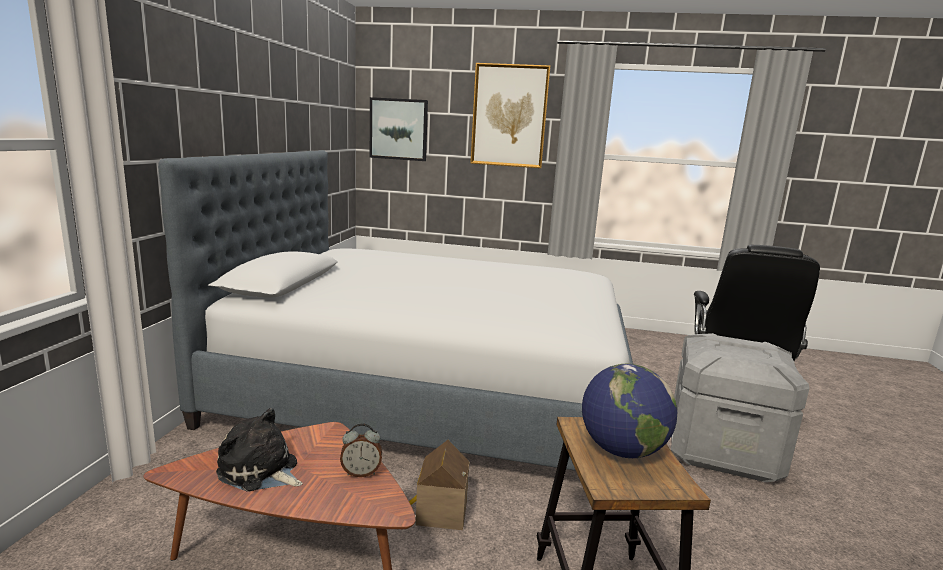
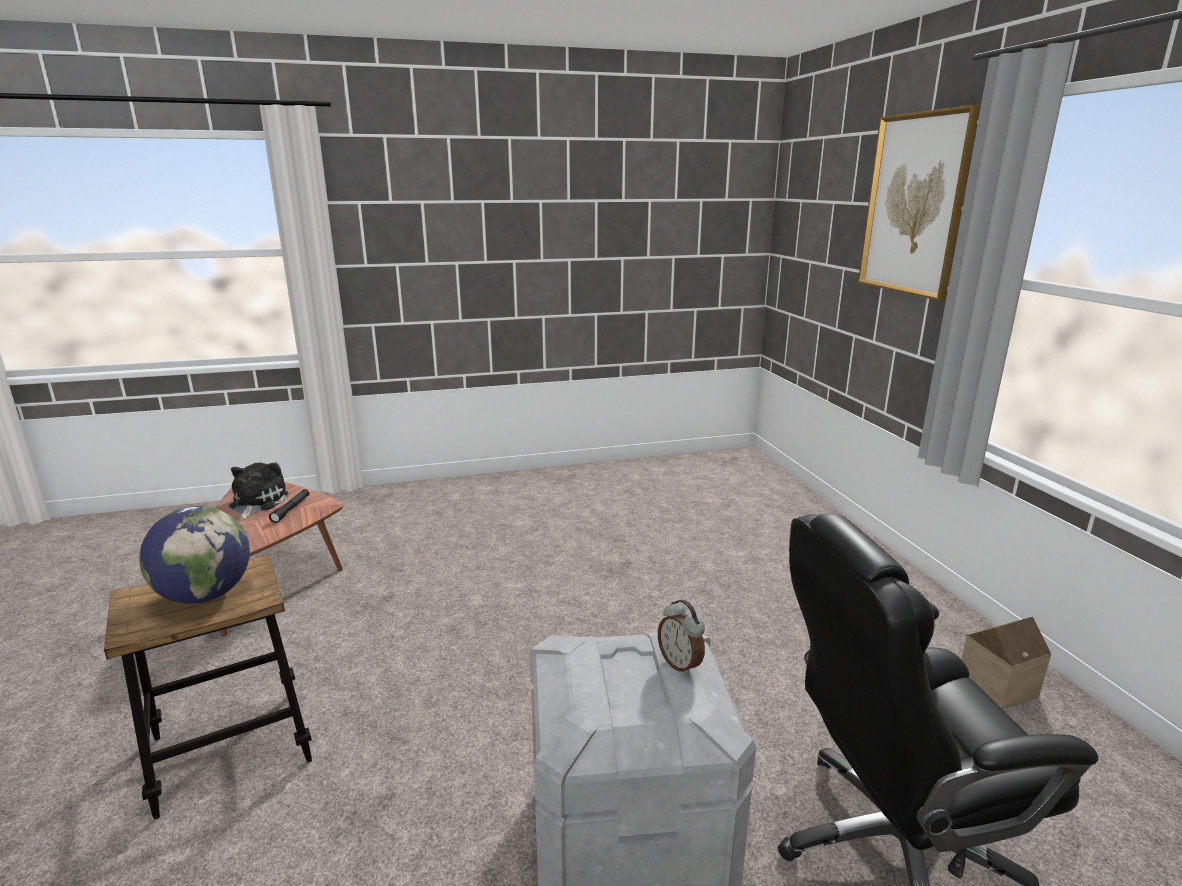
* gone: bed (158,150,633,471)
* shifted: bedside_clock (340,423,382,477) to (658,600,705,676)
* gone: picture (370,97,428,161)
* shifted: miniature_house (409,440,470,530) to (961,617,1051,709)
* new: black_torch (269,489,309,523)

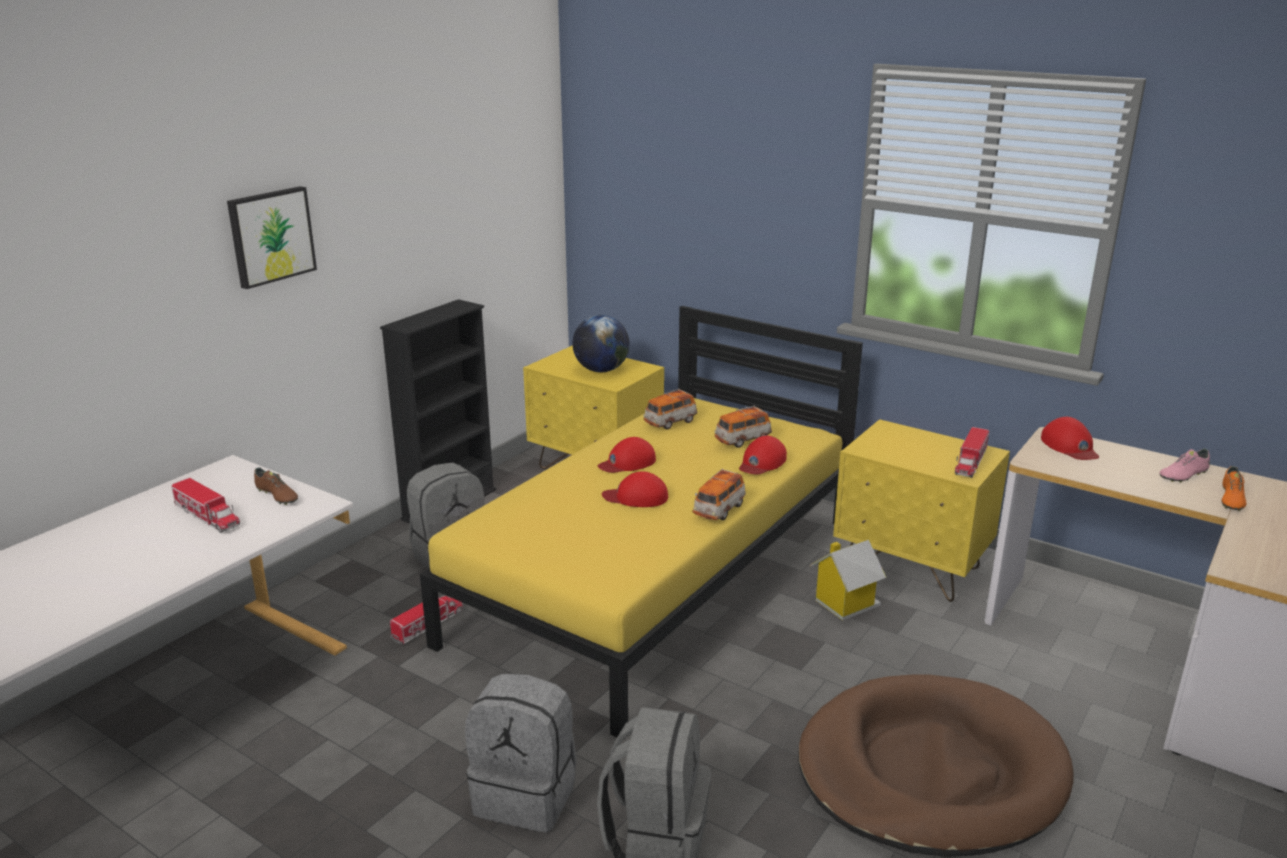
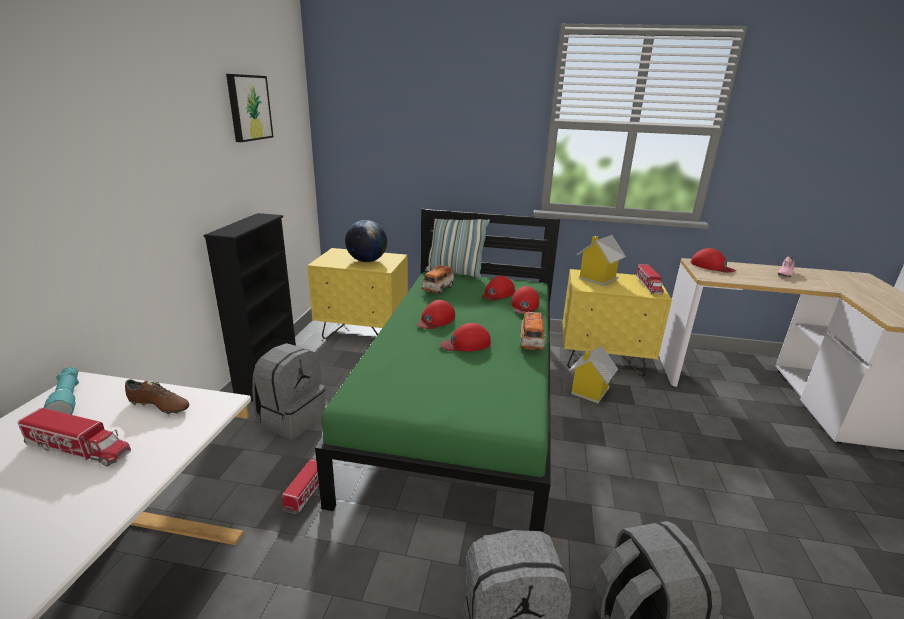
* shifted: picture (227,186,317,289) to (226,74,273,142)
* repainted: yellow_bed (420,306,863,740) to green_bed (315,209,560,532)
* swapped: miniature_car (714,406,772,448) to reddish_peaked_cap (482,276,515,300)
* gone: brown-coloured_dog_bed (798,675,1073,857)
* gone: orange-coloured_shoe (1222,466,1247,511)
* new: blue-green_torch (44,367,79,415)
* new: cushion (425,219,490,278)
* new: miniature_house (577,235,626,286)

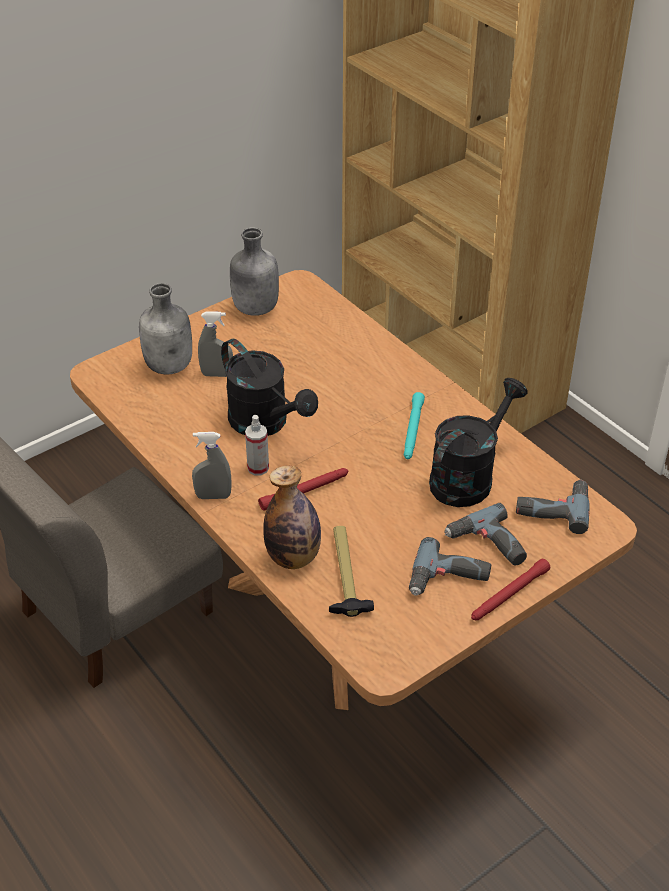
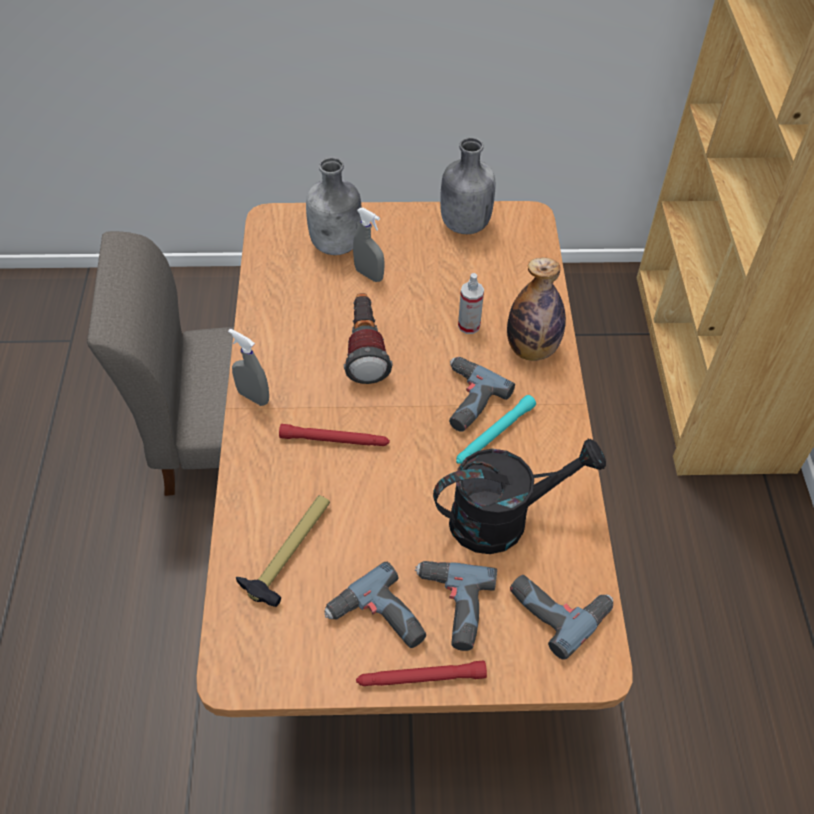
* swapped: black_sprinkling_can (221,339,318,436) to torch (344,293,393,384)
* shifted: spray_bottle (245,415,269,475) to (458,273,484,334)
* shifted: bottle (263,465,321,569) to (507,257,566,361)
* new: drill (449,357,515,432)

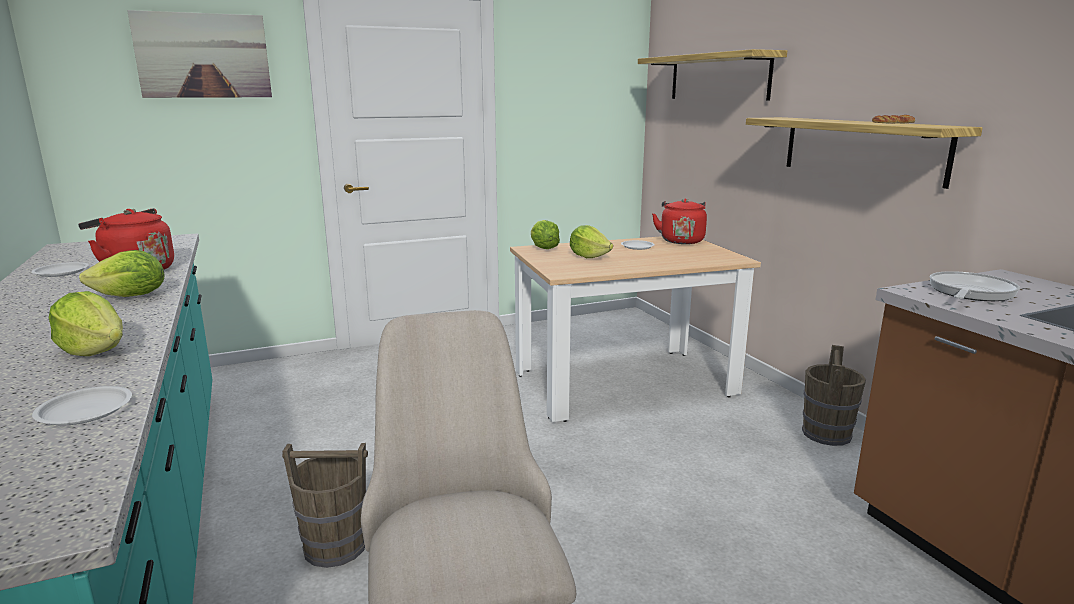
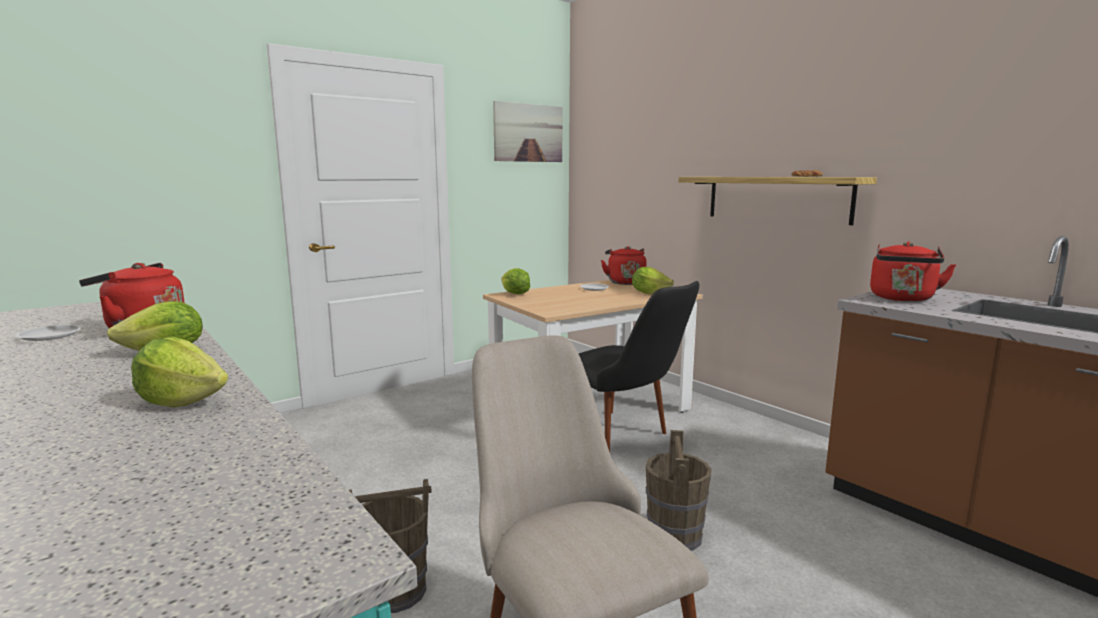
* gone: whitish_flat_dish (32,386,132,425)
* shifted: picture (127,10,272,98) to (493,101,563,162)
* shifted: lettuce (570,225,613,258) to (632,267,674,295)
* gone: bracket_shelf (638,49,787,100)
* shifted: brown-coloured_pail (802,345,866,446) to (646,430,712,551)
* swapped: skillet (930,271,1020,301) to reddish_kettle (870,241,956,302)
* new: black_upright_chair (578,281,699,452)

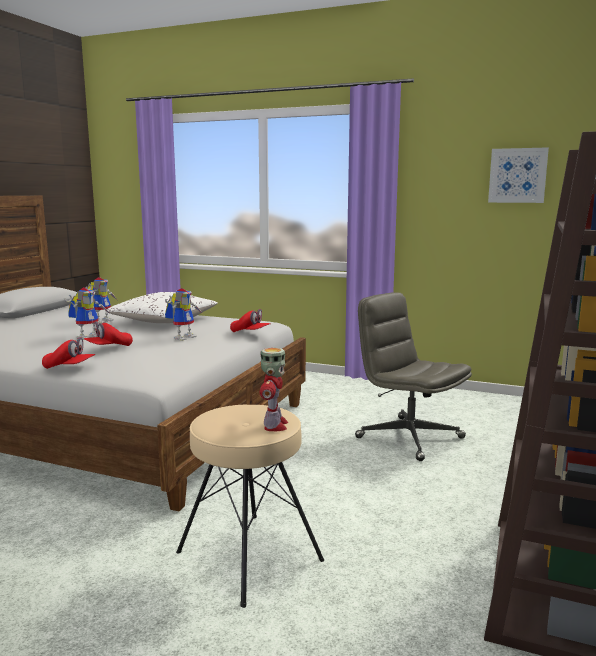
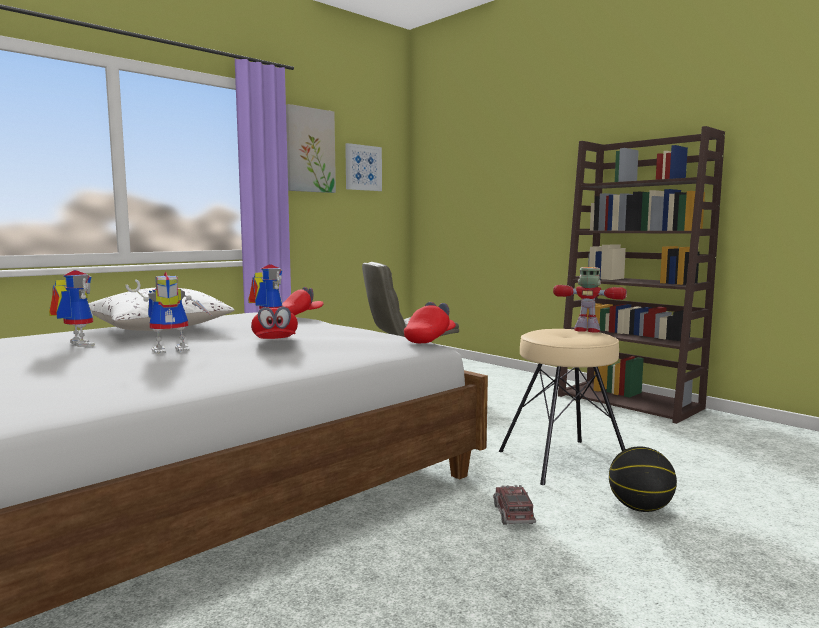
* shifted: reddish_peaked_cap (42,337,95,369) to (404,302,456,343)
* rotated: toy_robot (64,287,108,340) = (125,271,214,354) 90 degrees clockwise
* new: picture (286,104,336,193)
* new: toy_truck (493,485,536,525)
* new: basketball (609,446,677,512)

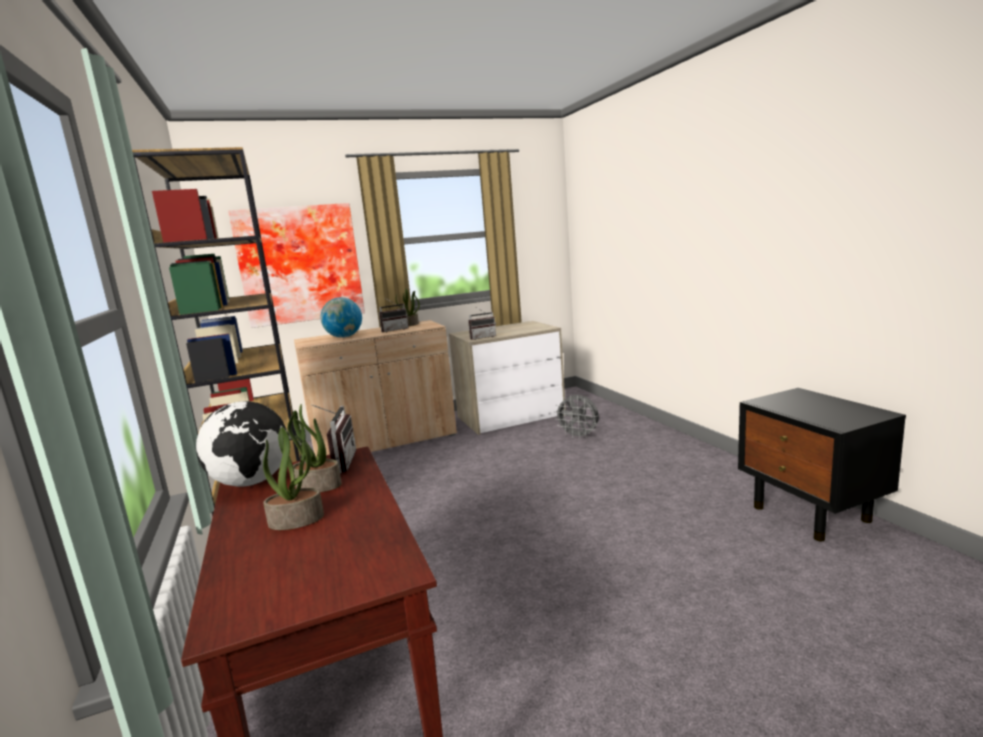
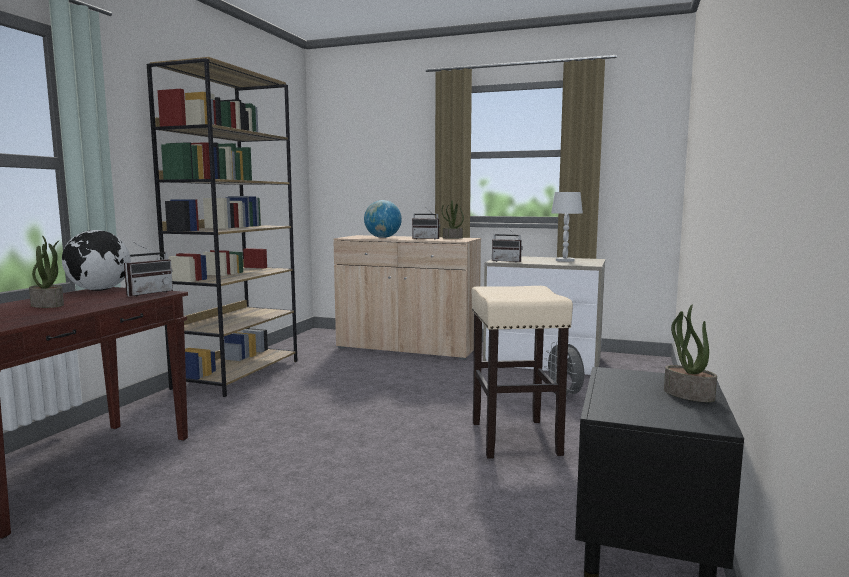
* gone: picture (228,203,365,328)
* shifted: potted_plant (287,404,341,492) to (664,304,717,402)
* new: sand-coloured_sitting_stool (472,286,573,458)
* new: whitish_table_lamp (551,192,583,262)

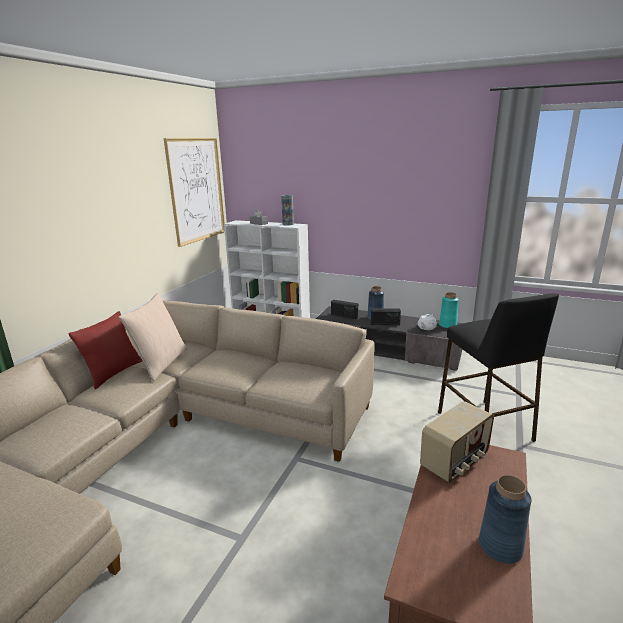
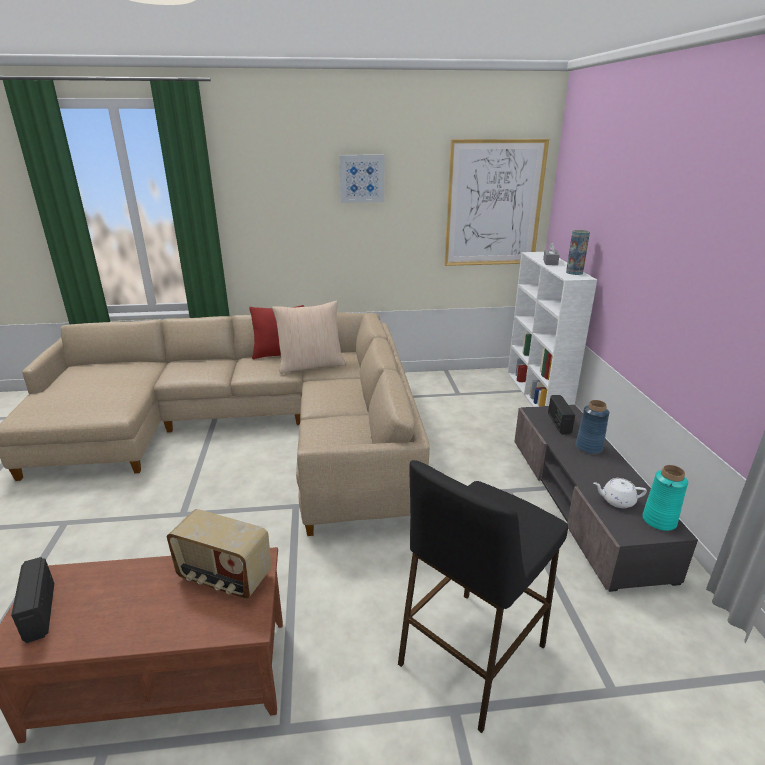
* shifted: radio (371,308,401,325) to (11,557,54,643)
* gone: bluish_vase (479,475,531,564)
* new: picture (339,155,384,203)

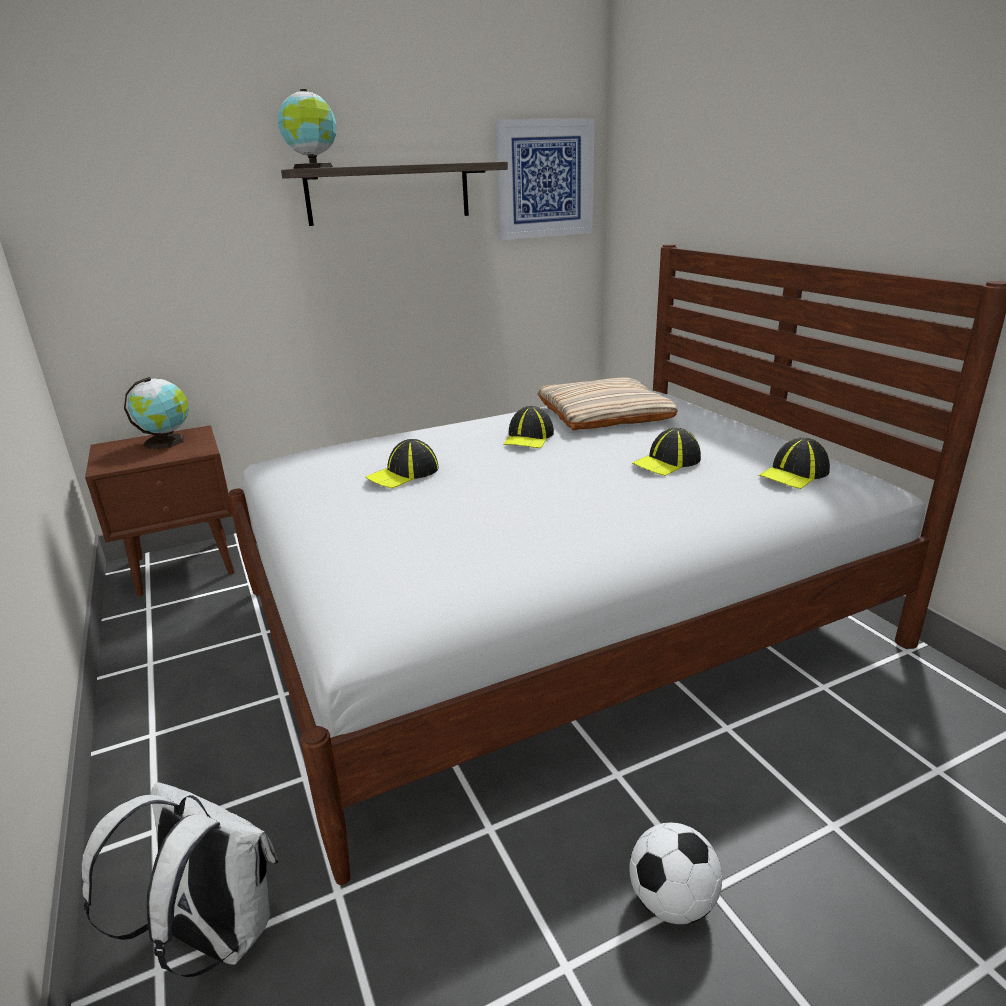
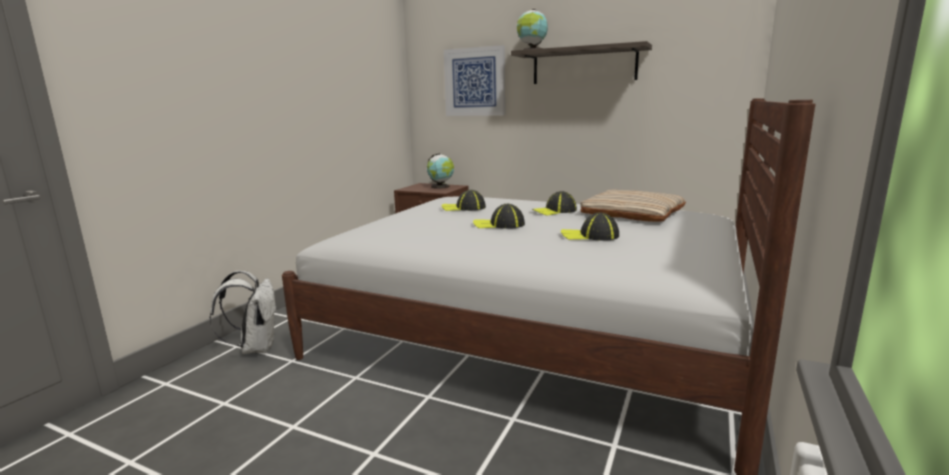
* shifted: picture (495,118,595,240) to (444,45,505,116)
* gone: football (629,823,722,924)
* shifted: peaked_cap (759,437,830,489) to (473,204,525,229)

